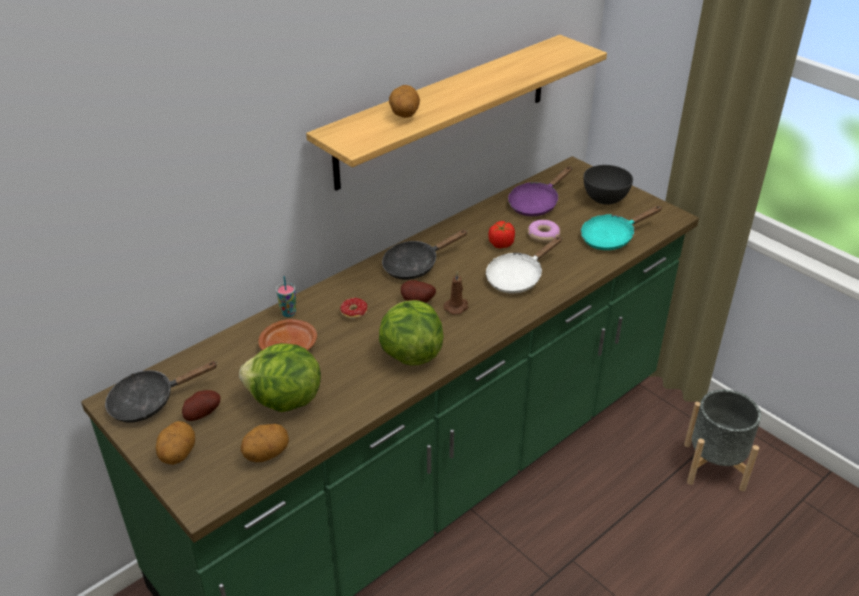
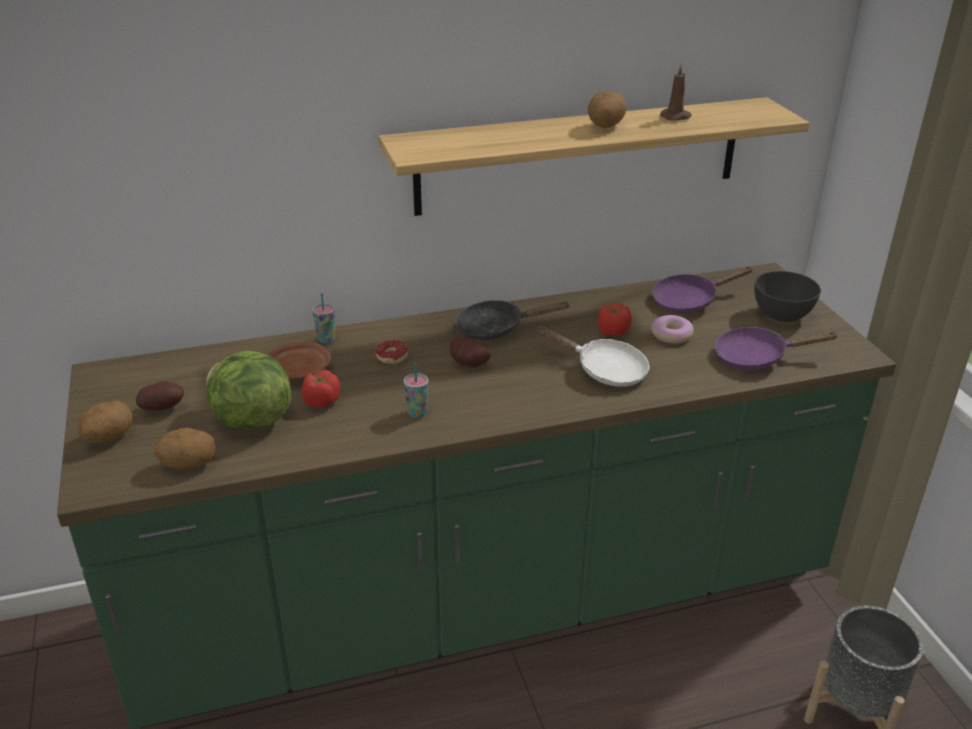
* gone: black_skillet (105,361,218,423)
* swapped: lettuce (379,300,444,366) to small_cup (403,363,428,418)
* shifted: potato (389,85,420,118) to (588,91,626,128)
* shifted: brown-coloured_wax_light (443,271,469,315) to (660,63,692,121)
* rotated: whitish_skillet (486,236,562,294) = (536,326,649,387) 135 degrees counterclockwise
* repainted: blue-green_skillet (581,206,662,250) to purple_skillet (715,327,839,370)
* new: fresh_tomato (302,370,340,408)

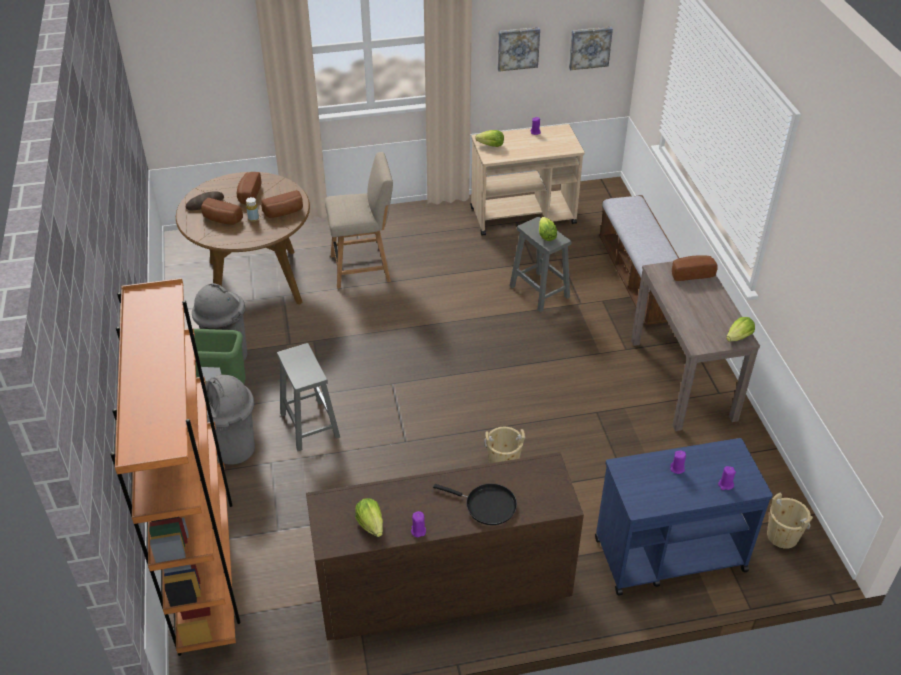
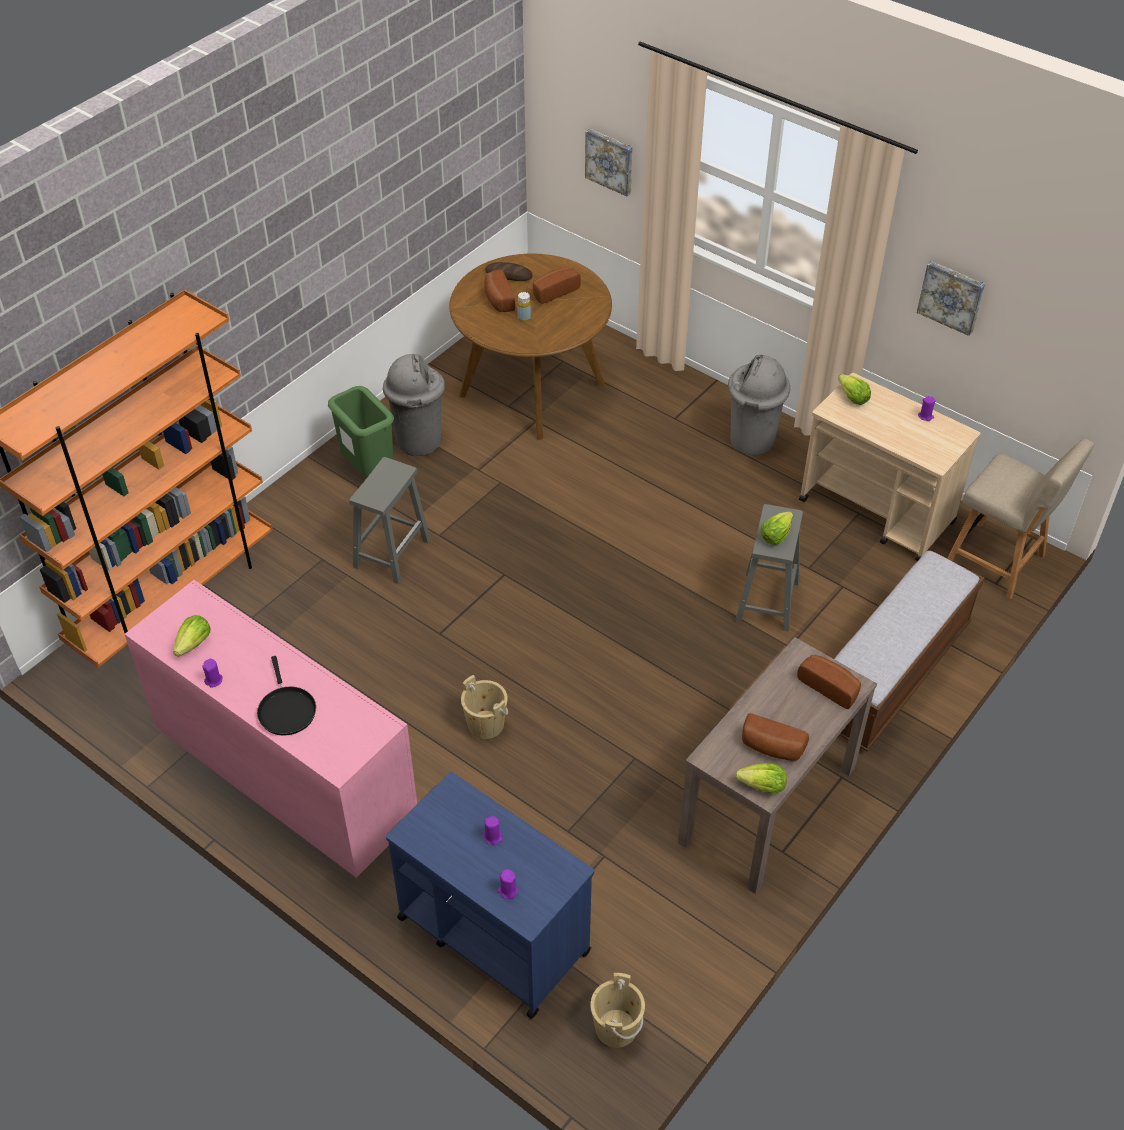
* shifted: grey_rubbish_bin (205,375,255,465) to (728,355,790,455)
* shifted: bread (261,190,303,218) to (742,713,809,761)
* repainted: brown-coloured_drawer_chest (306,452,584,641) to pink_drawer_chest (125,580,417,878)
* shifted: sand-coloured_upright_chair (325,152,393,289) to (947,439,1094,599)
* shifted: picture (569,27,613,70) to (585,129,633,196)

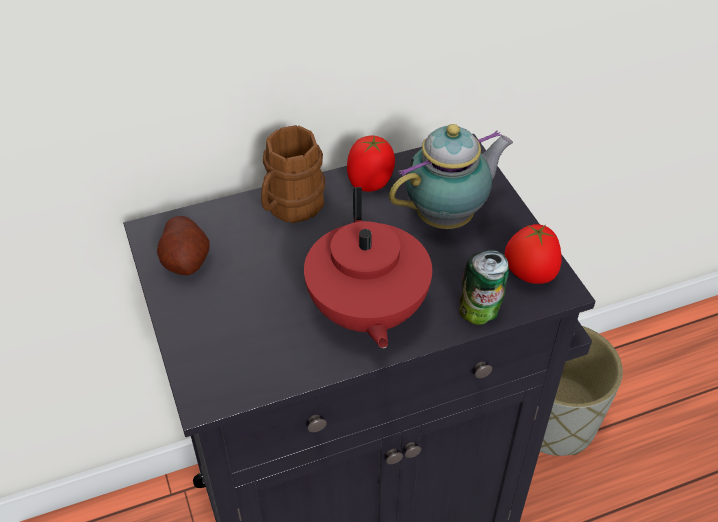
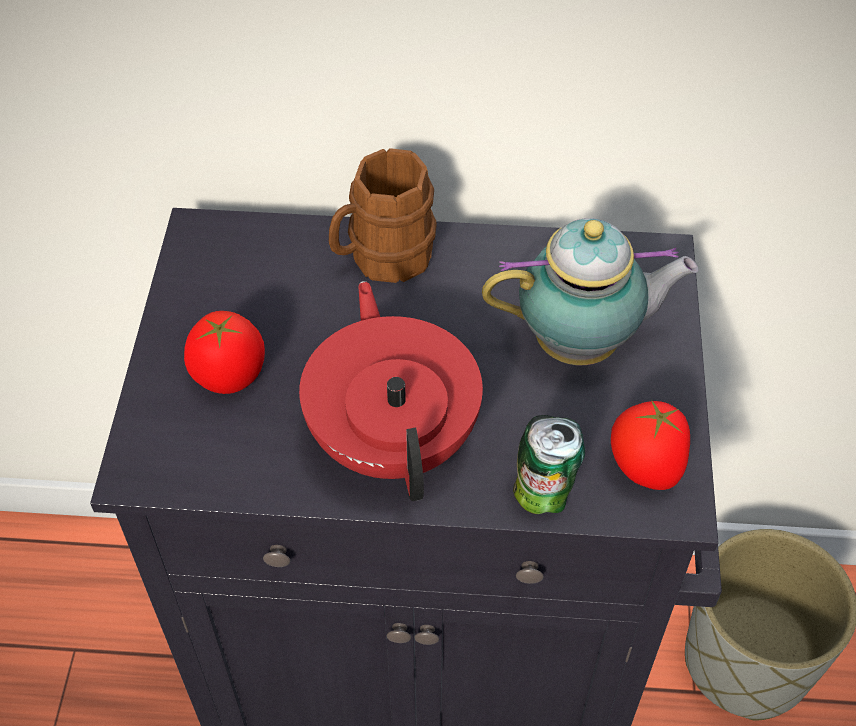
* gone: potato (157,216,210,275)
* rotated: reddish_teapot (304,187,432,348) = (299,281,483,501) 150 degrees clockwise
* shifted: fresh_tomato (347,136,395,192) to (184,311,265,394)

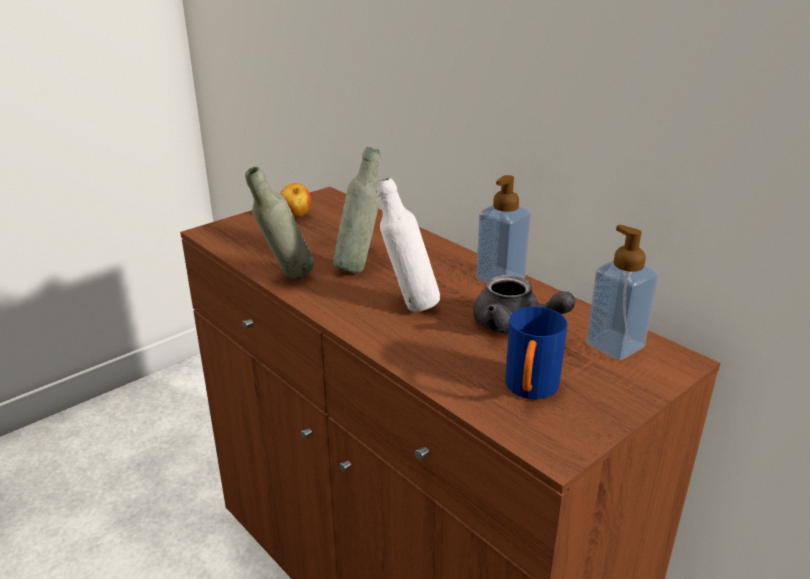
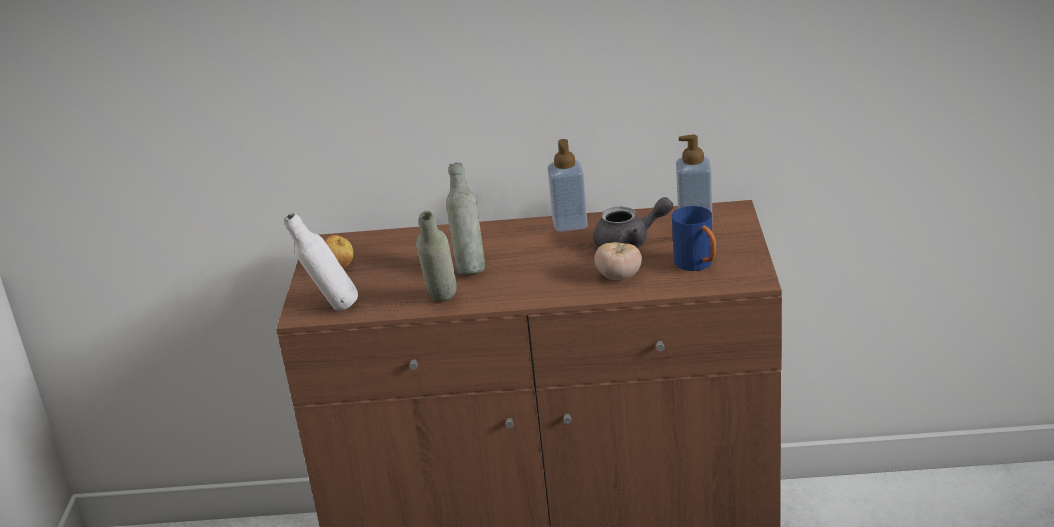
* shifted: whitish_bottle (376,178,440,312) to (284,213,358,311)
* new: fresh_tomato (594,242,642,280)

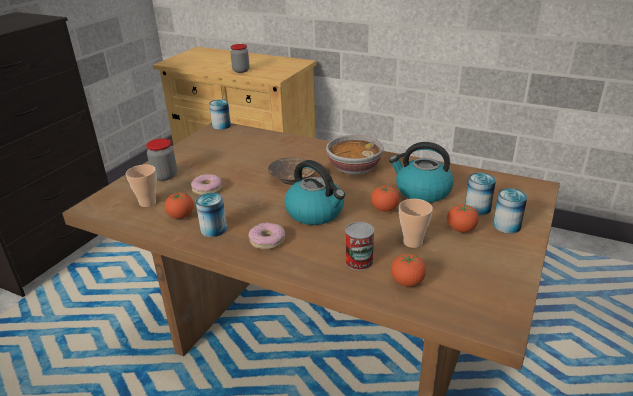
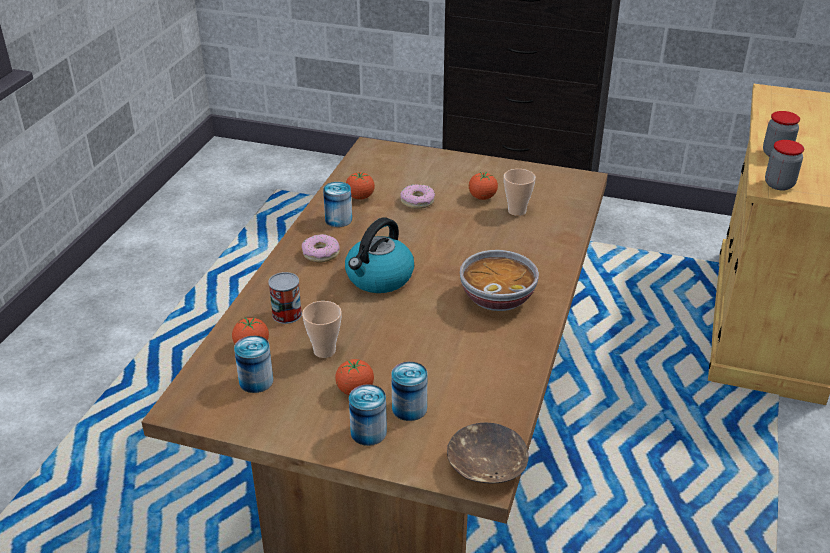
* shifted: small_cup (126,164,156,207) to (504,169,536,216)
* shifted: preserve_jar (146,138,177,181) to (765,140,804,191)
* shifted: metal_can (209,99,231,130) to (234,336,273,393)
* shifted: brown-coloured_bowl (268,157,316,185) to (447,422,529,484)
* shifted: fresh_tomato (371,185,400,212) to (469,172,498,200)
* gone: kettle (389,142,454,203)

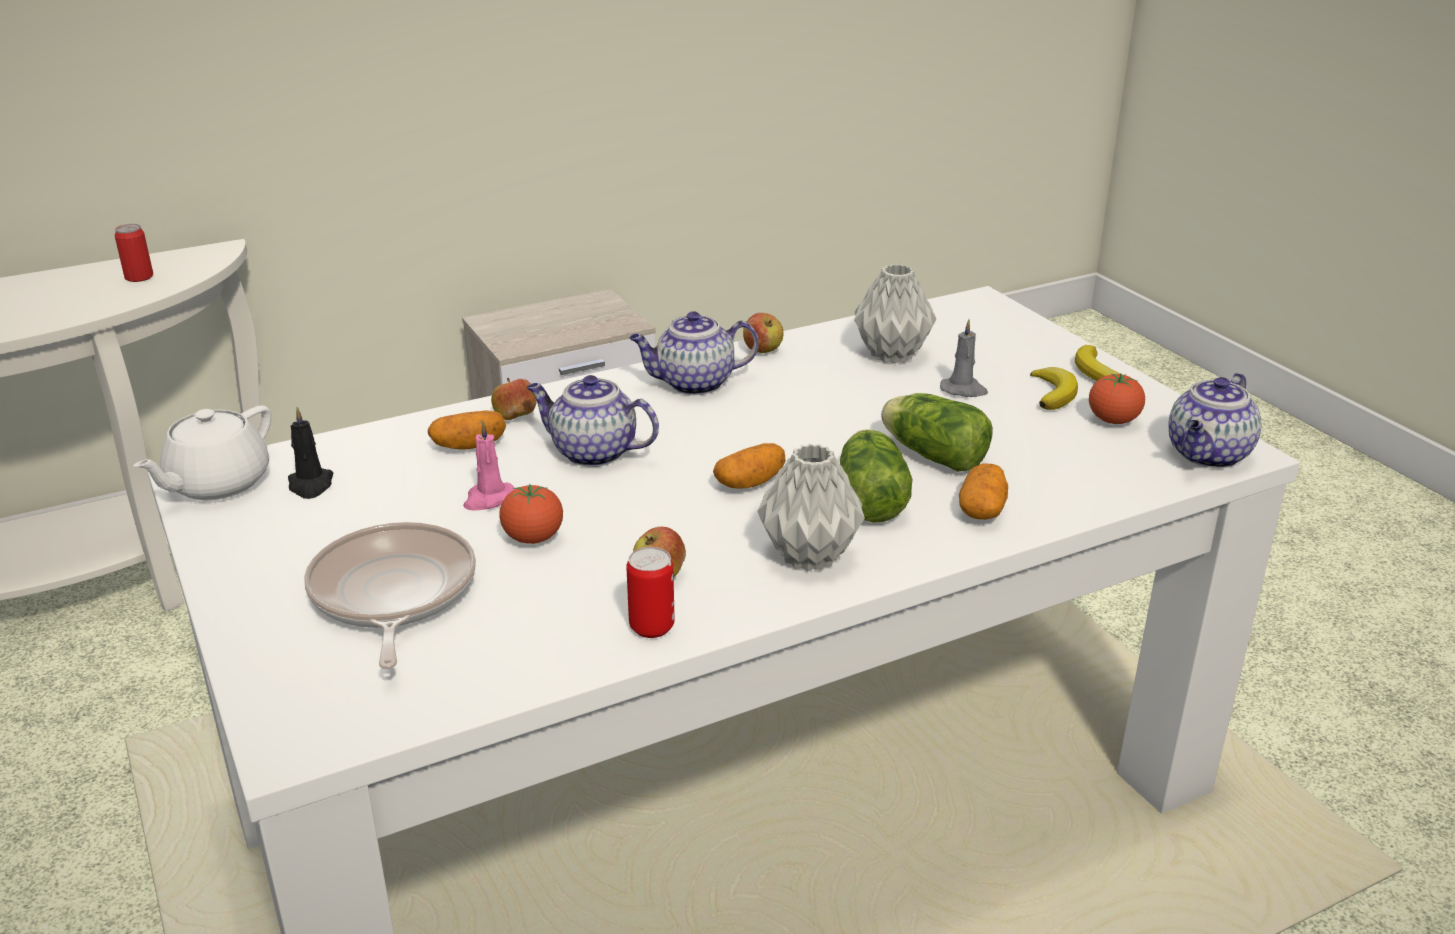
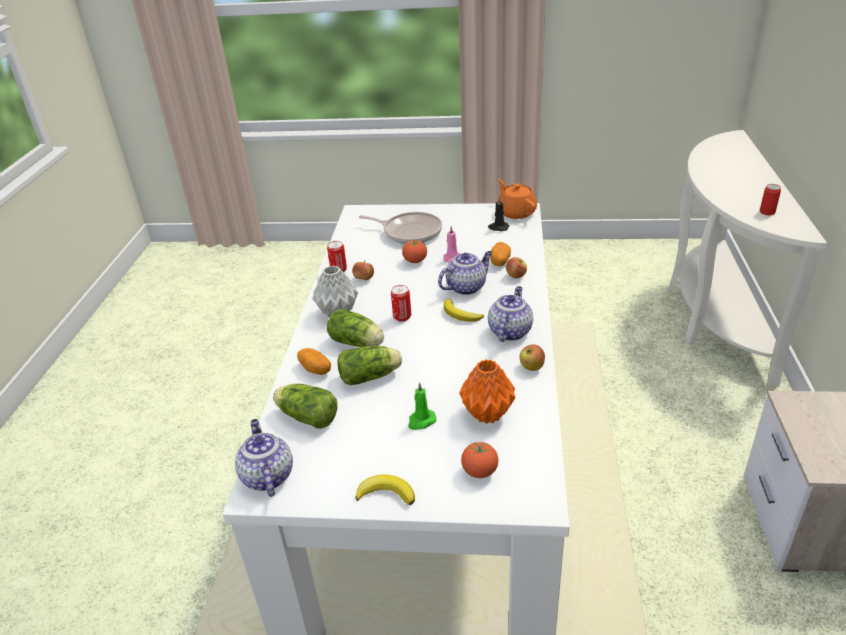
* repainted: whitish_teapot (133,406,272,500) to orange-coloured_teapot (498,179,537,219)
* swapped: potato (713,443,785,489) to metal_can (391,285,411,322)
* repainted: grey_vase (854,264,936,364) to orange-coloured_vase (459,359,516,424)
* repainted: grey_wax_light (940,319,988,397) to green_wax_light (408,382,437,430)
* shifted: banana_fruit (1030,367,1078,410) to (444,299,484,322)
* shifted: fresh_tomato (1089,373,1145,424) to (461,442,498,478)
* new: lettuce (273,384,338,429)

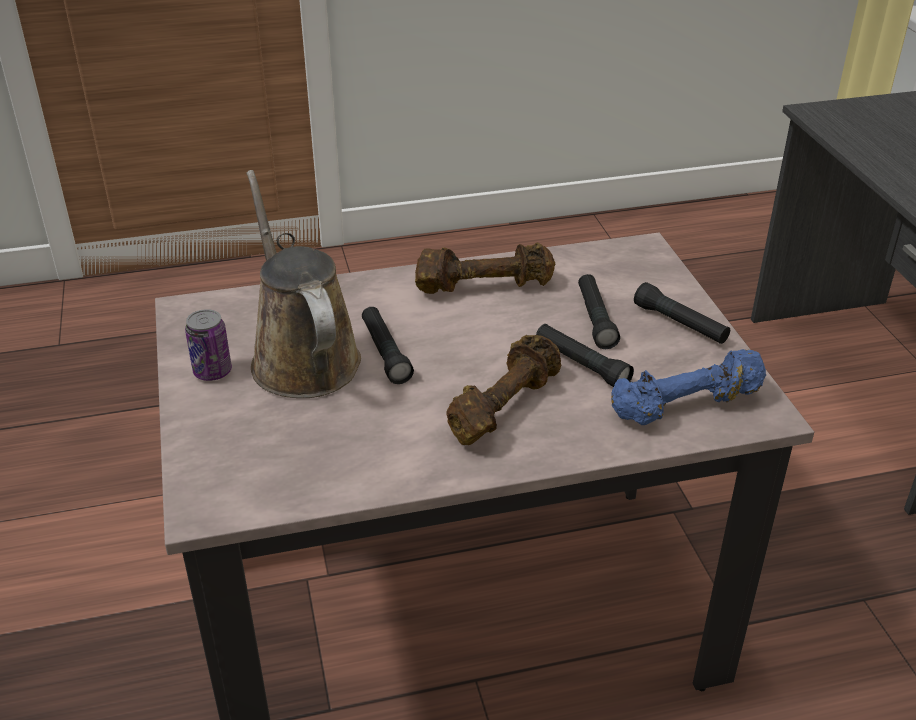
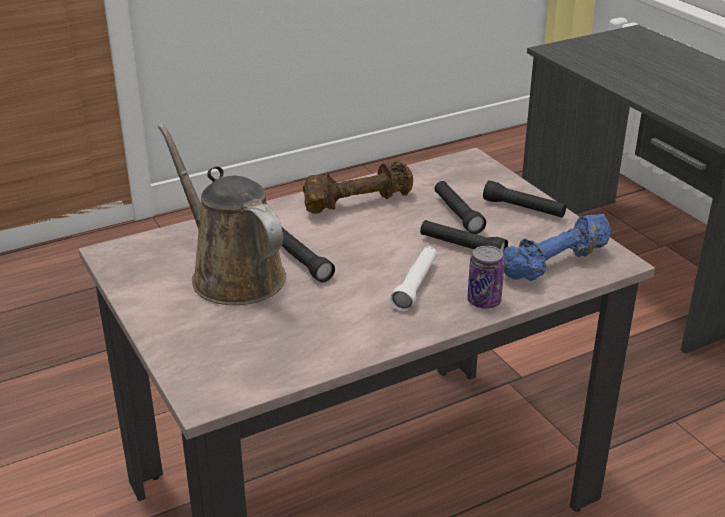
* shifted: metal_can (185,309,232,381) to (467,246,505,309)
* swapped: brown-coloured_hand_weight (446,335,561,445) to whitish_torch (390,246,437,311)

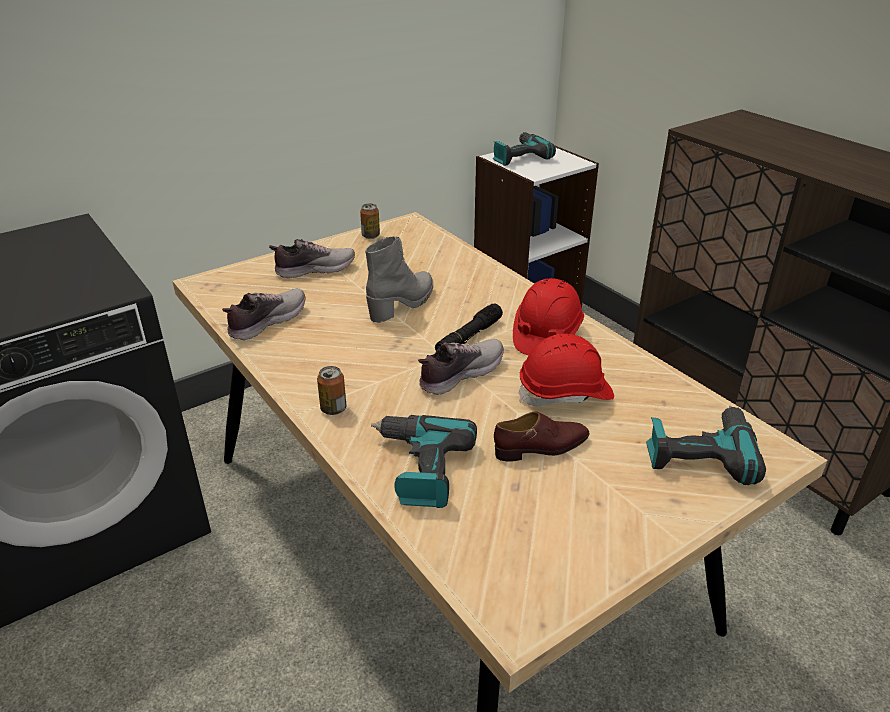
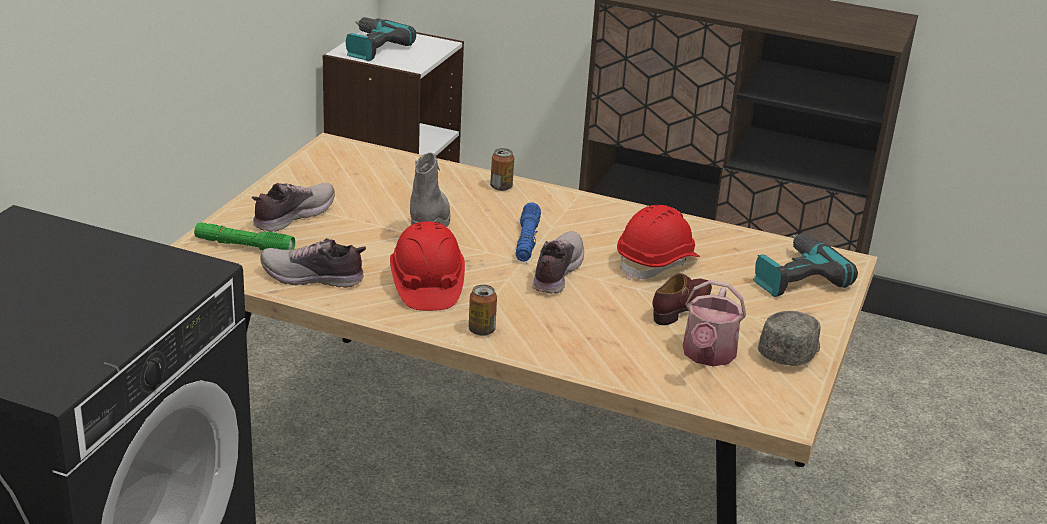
* rotated: shoe (222,288,305,340) = (260,238,366,288) 90 degrees counterclockwise
* shifted: metal_can (360,204,380,239) to (490,148,514,191)
* gone: drill (371,415,477,508)
* repainted: black_torch (435,304,503,350) to bluish_torch (516,202,541,262)
* shifted: reddish_work_helmet (513,278,584,355) to (390,221,465,311)
* new: green_torch (194,222,295,250)
* new: sprinkling_can (683,280,746,366)
* new: grey_peaked_cap (758,311,821,366)

